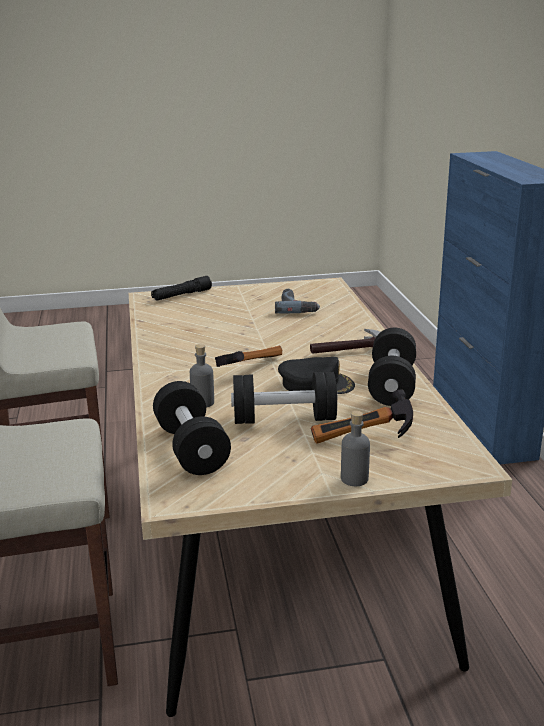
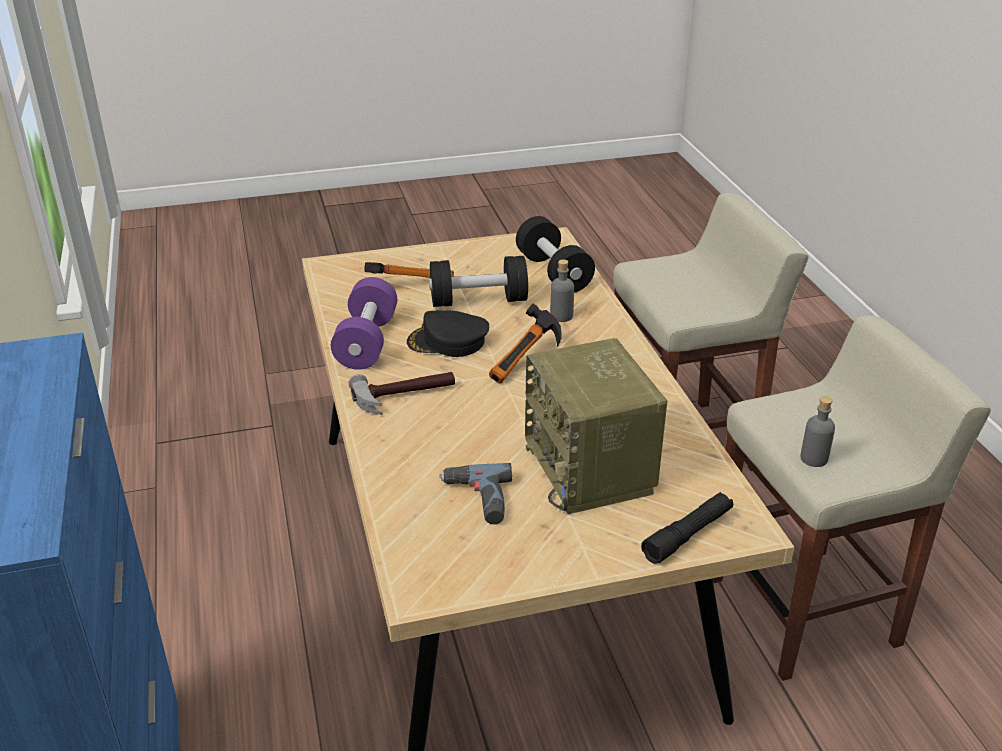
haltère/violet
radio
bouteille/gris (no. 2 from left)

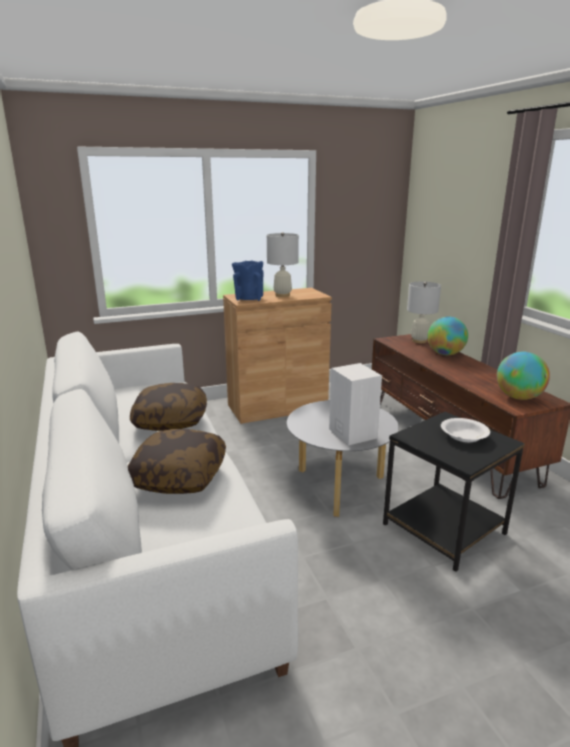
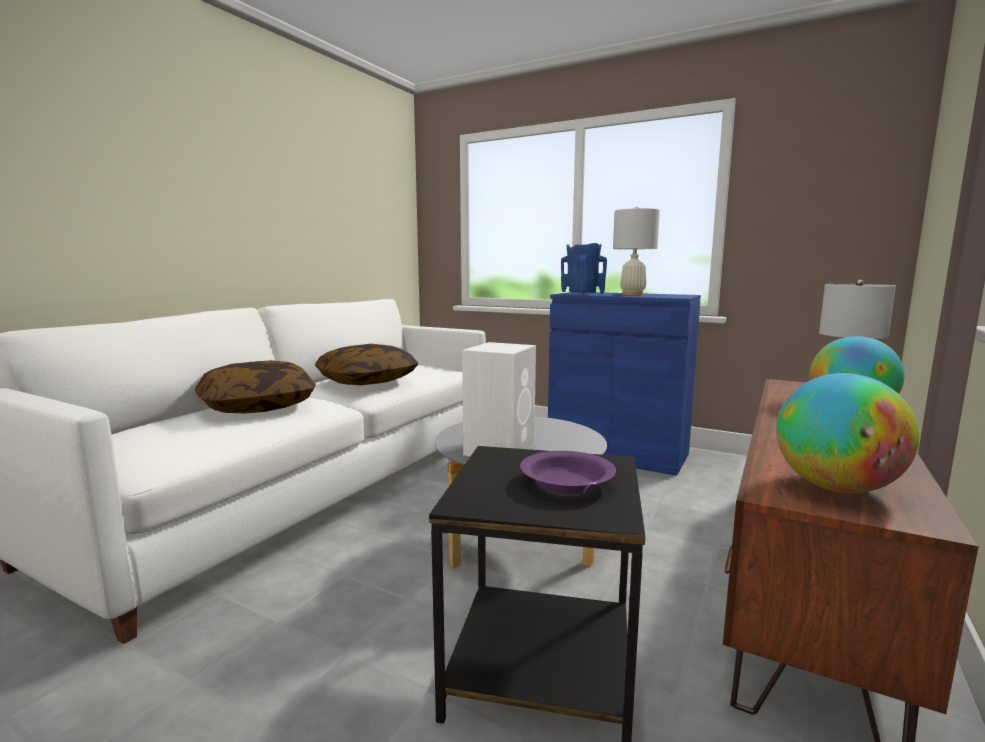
bol/violet
meuble de rangement/bleu

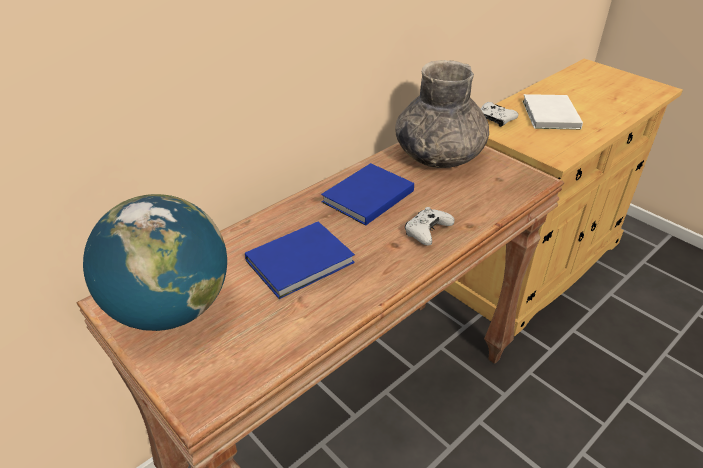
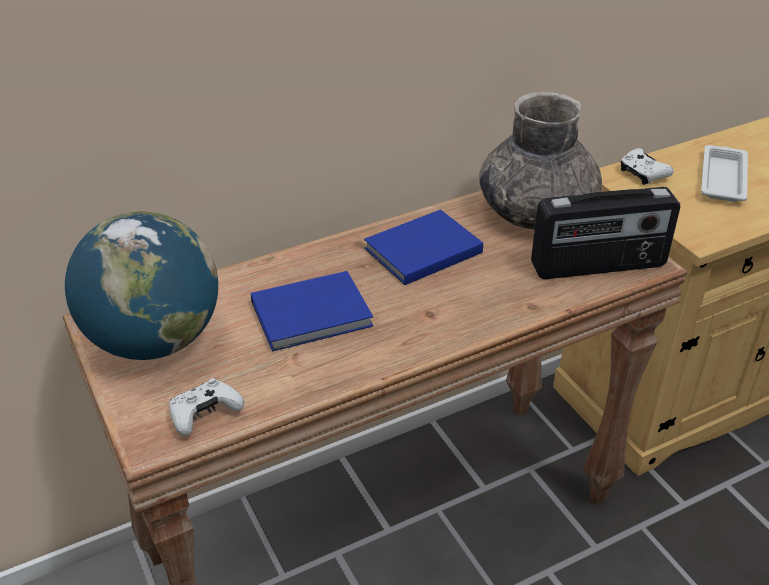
manette/blanc (no. 1 from left)
radio
plateau/blanc

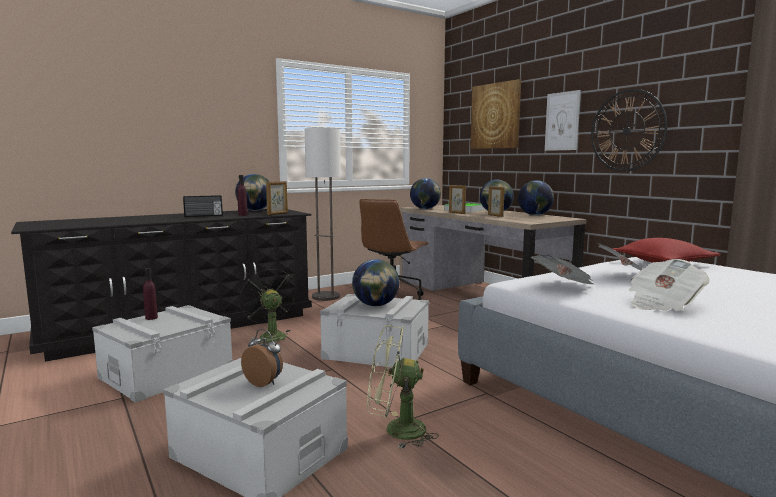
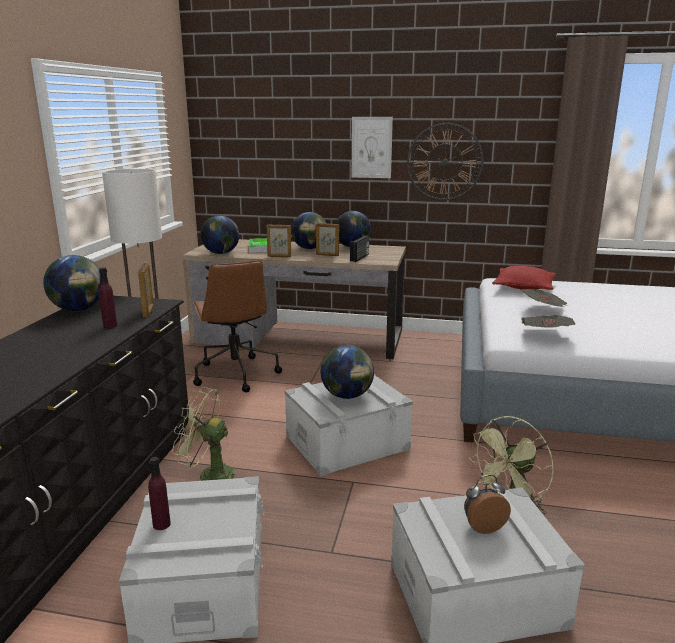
ventilateur/vert (no. 1 from left)
radio
tableau (no. 1 from left in the first image)
journal (no. 3 from left in the first image)

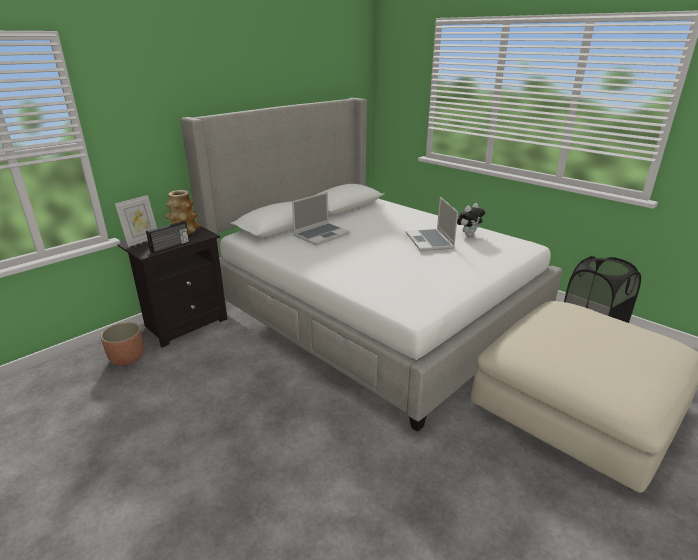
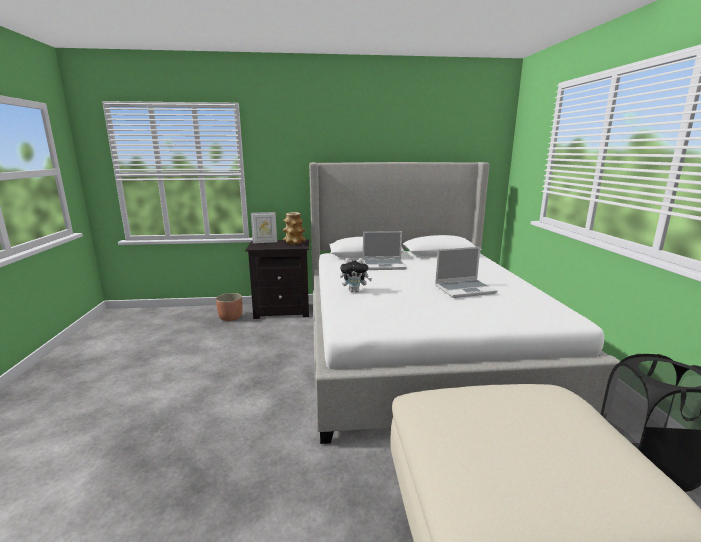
peluche
ordinateur portable (no. 2 from left)
radio

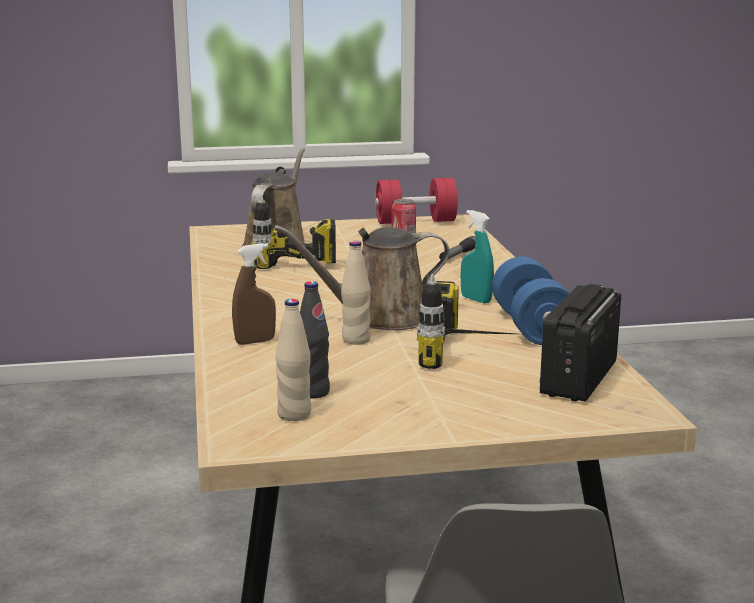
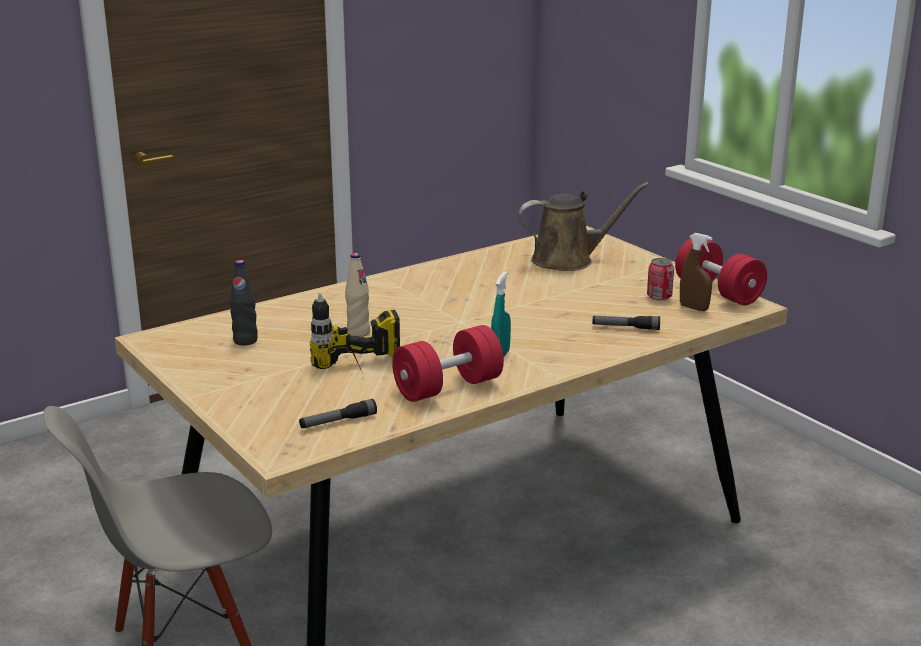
lampe de poche (no. 1 from left)
haltère/rouge (no. 1 from left)
vaporisateur/marron
perceuse (no. 1 from left in the first image)
arrosoir/marron (no. 2 from left in the first image)
bouteille/beige (no. 1 from left in the first image)

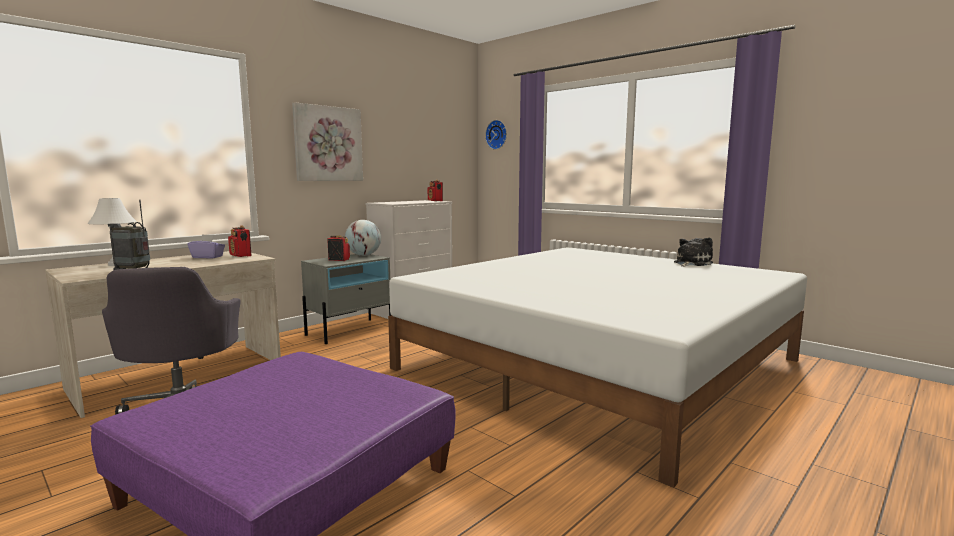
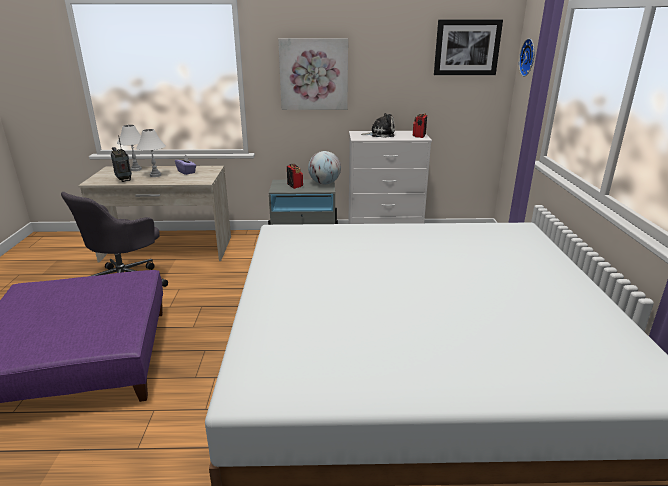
lampe de table/blanc (no. 2 from left)
peluche
tableau (no. 2 from left)
radio (no. 2 from left in the first image)

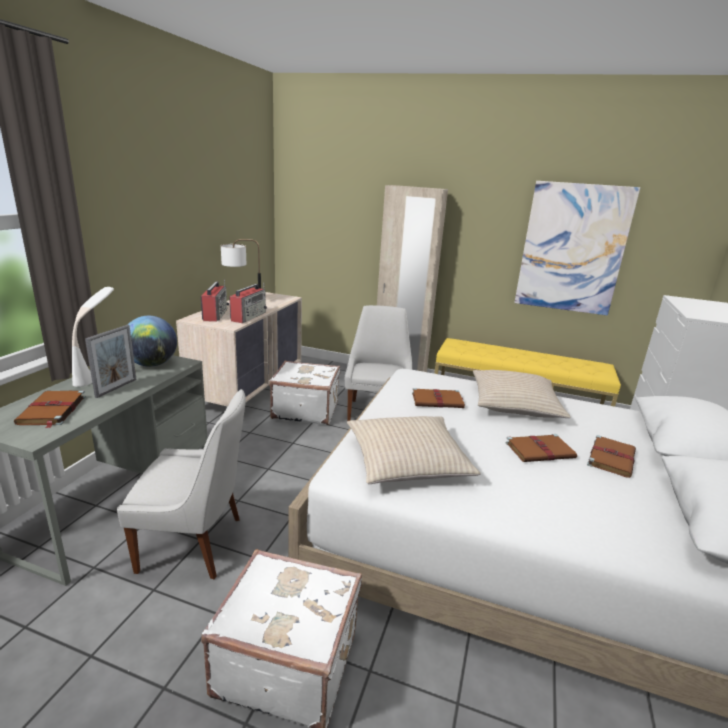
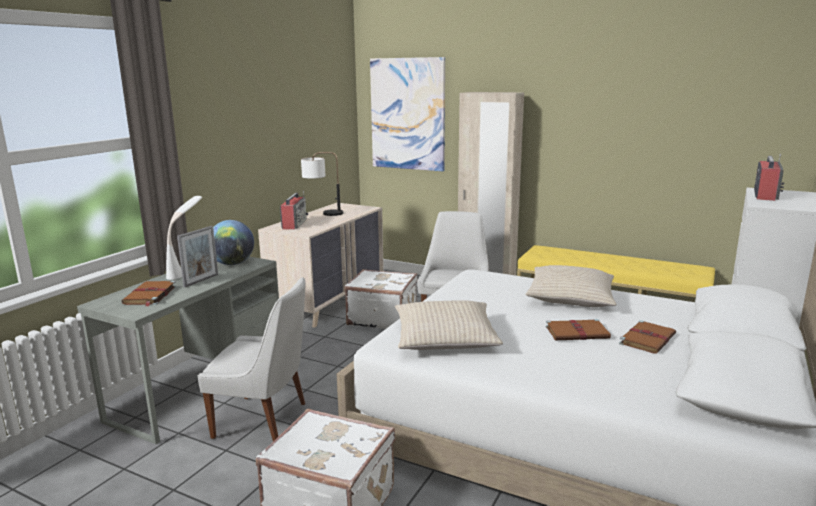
tableau
radio (no. 2 from left)
livre/marron (no. 2 from left in the first image)

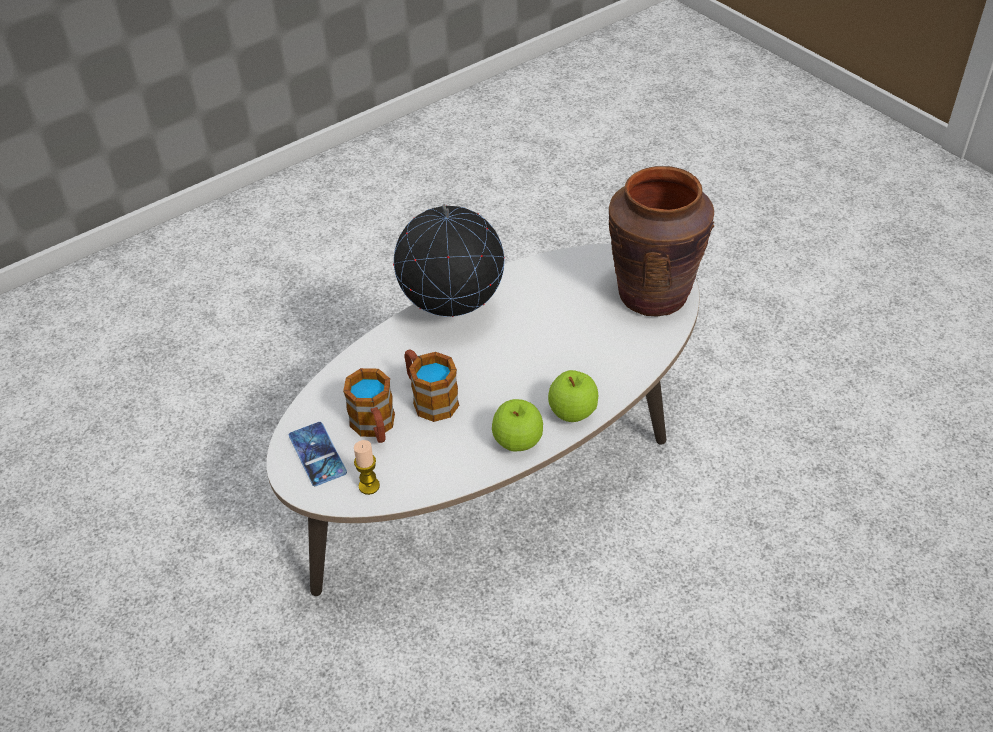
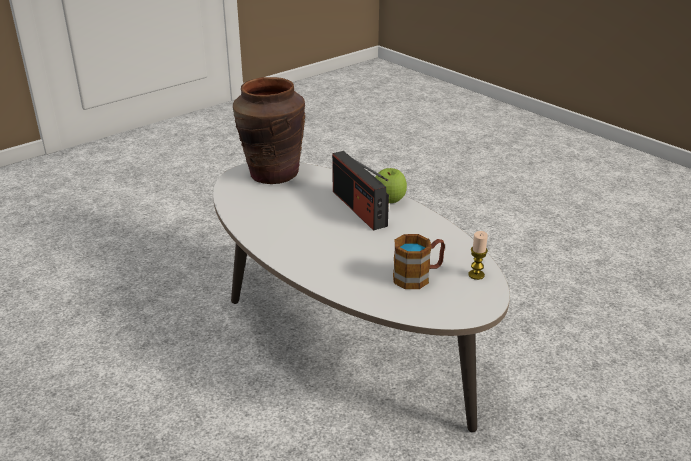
radio
téléphone
globe
mug (no. 2 from left in the first image)
pomme (no. 1 from left in the first image)

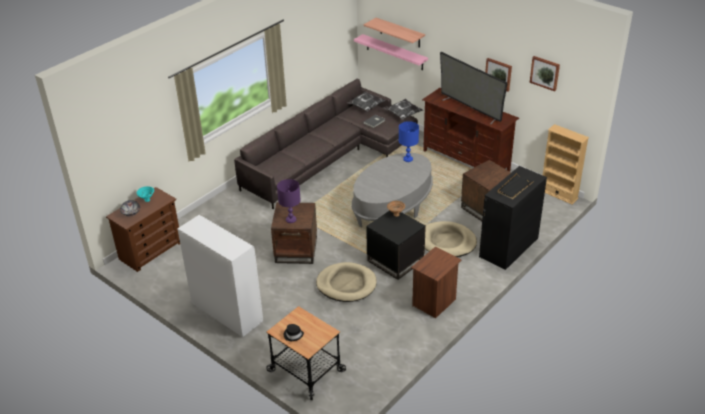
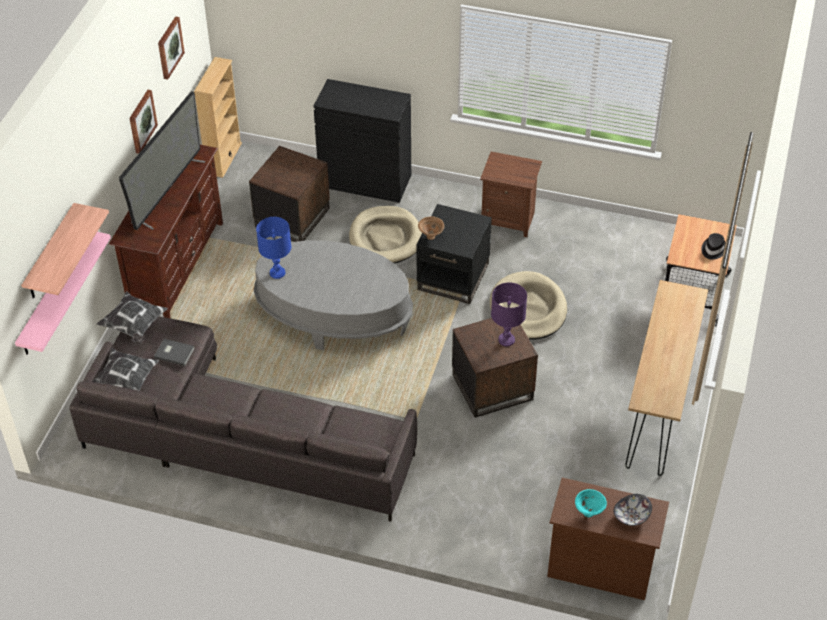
table console/marron
plateau/noir

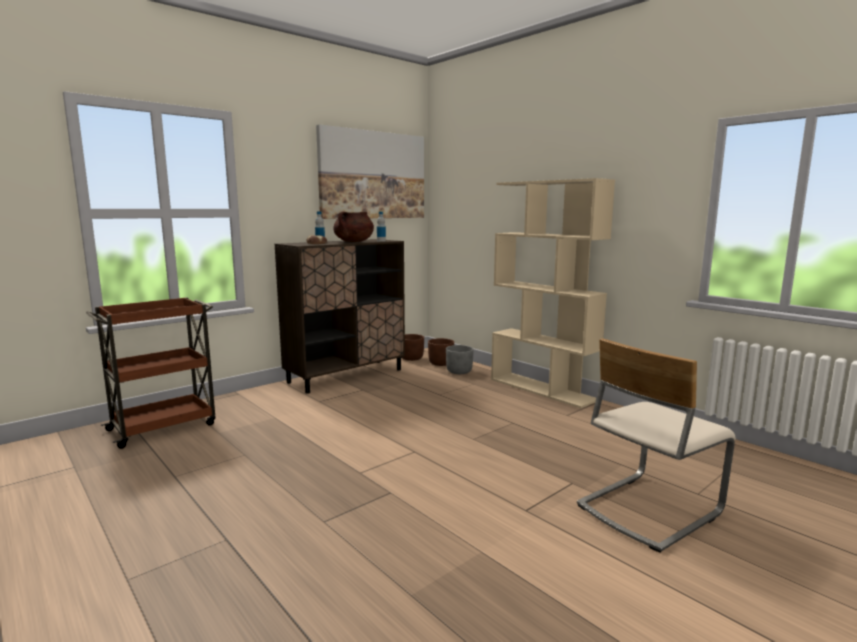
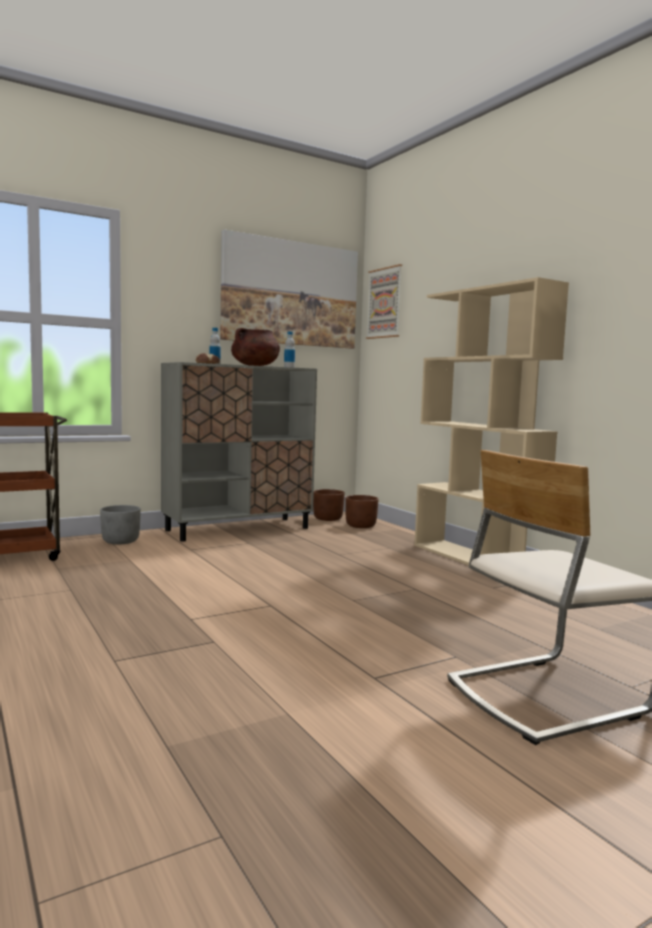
cache-pot/gris
meuble de rangement/gris
tableau (no. 2 from left)

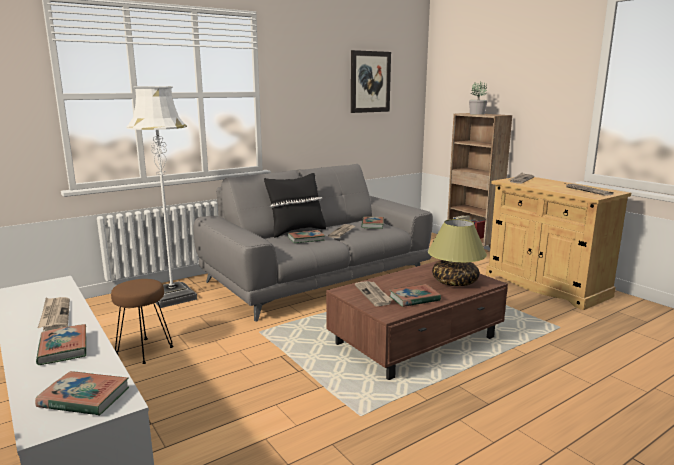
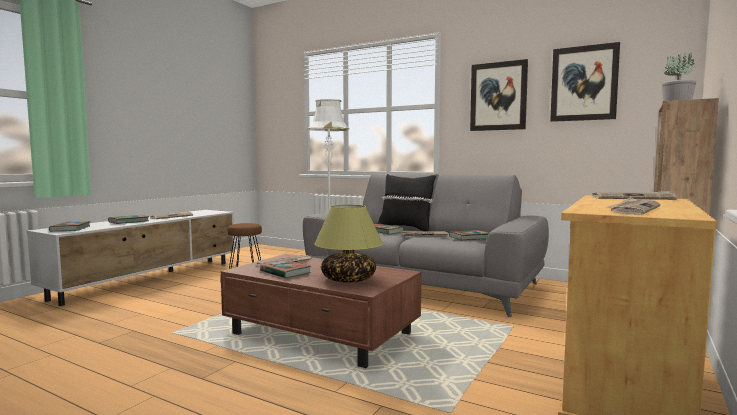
tableau (no. 1 from left)

